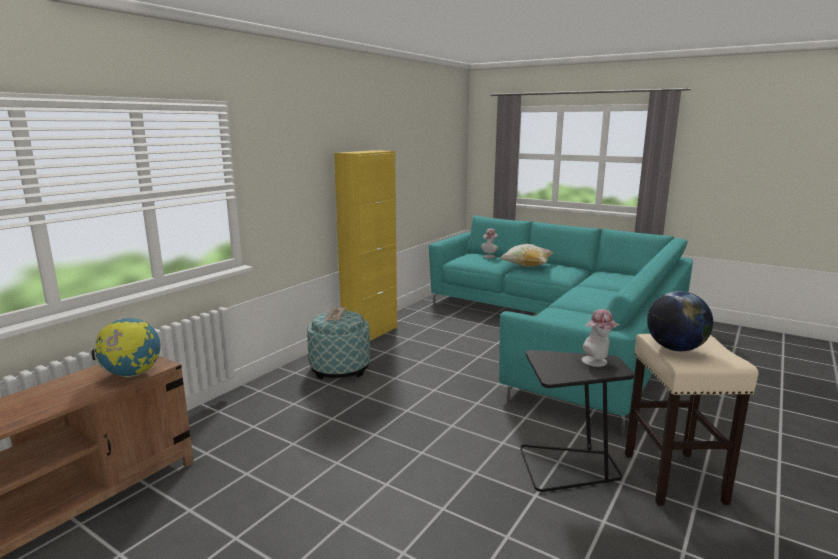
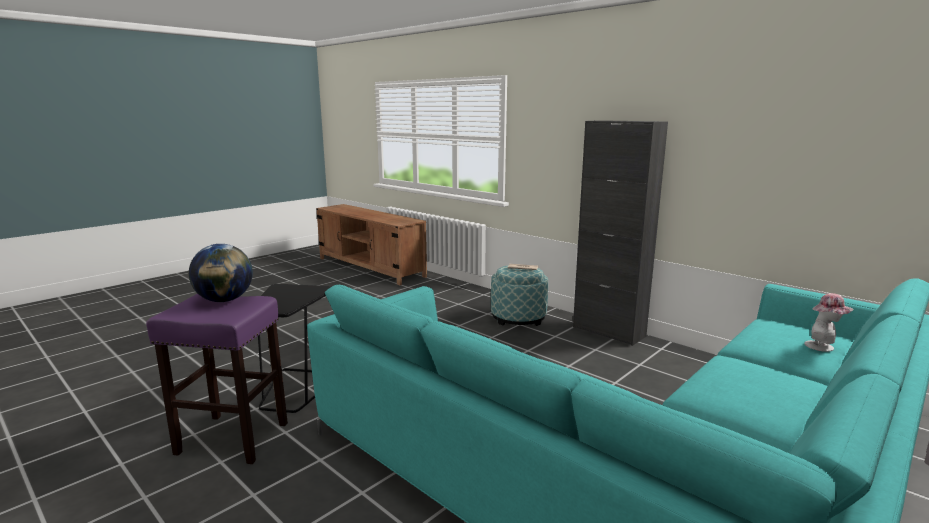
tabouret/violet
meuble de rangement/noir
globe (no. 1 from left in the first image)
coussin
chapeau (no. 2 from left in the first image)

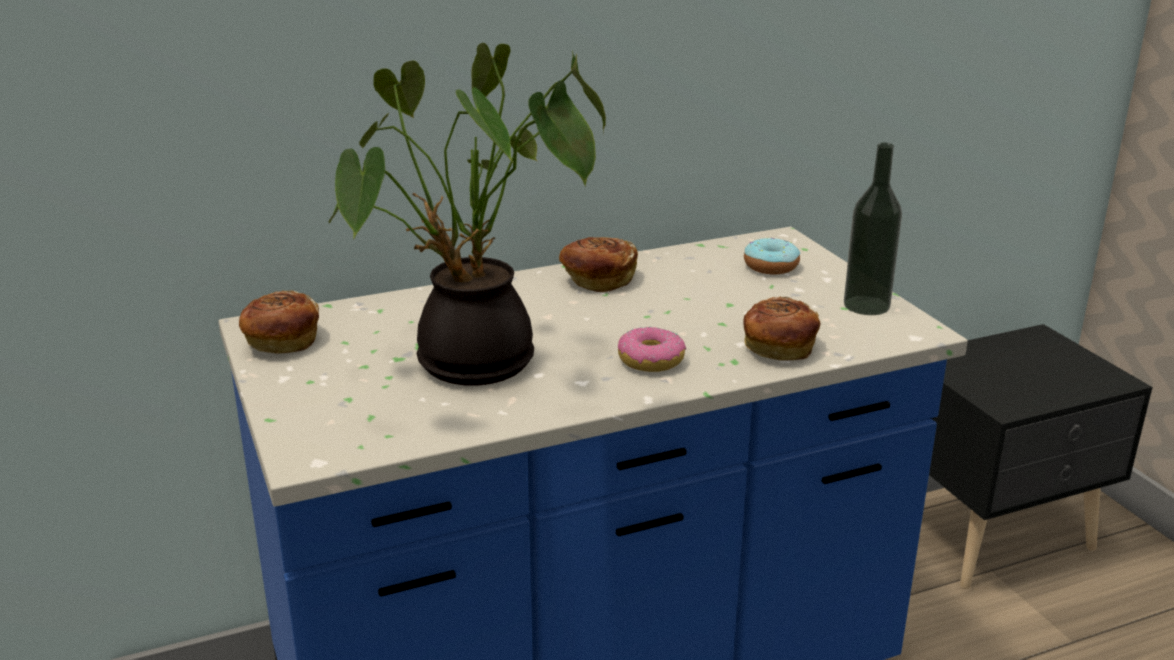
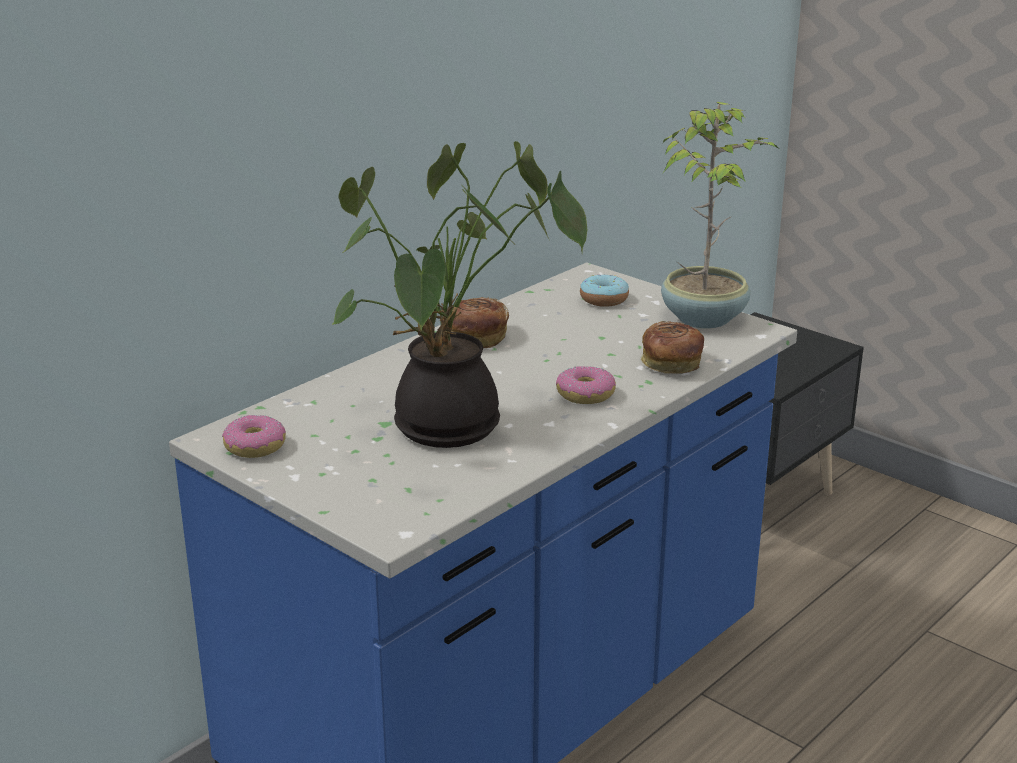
beignet (no. 1 from left)
plante en pot (no. 2 from left)

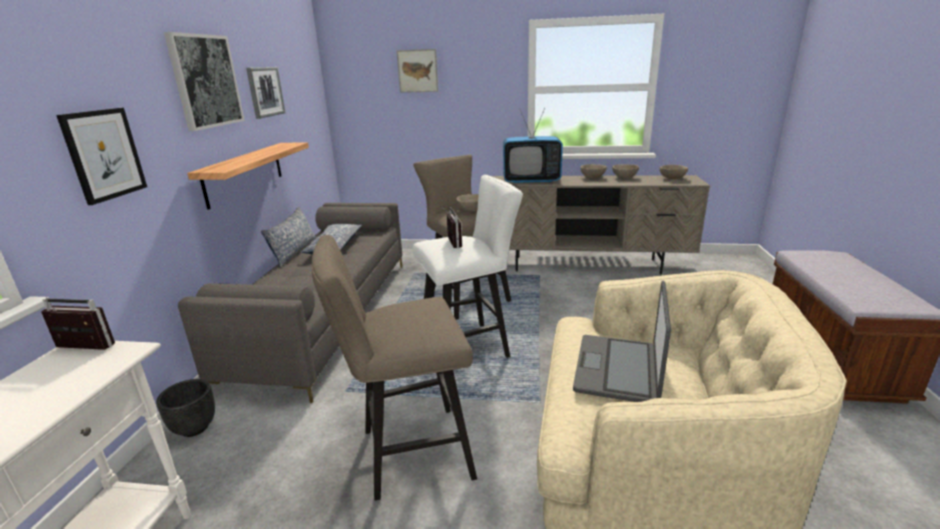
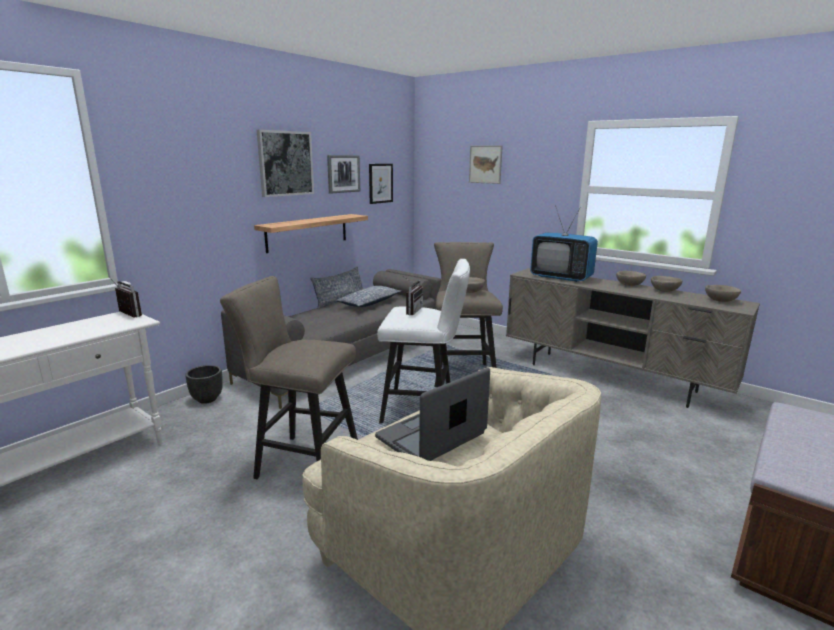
tableau (no. 3 from left)

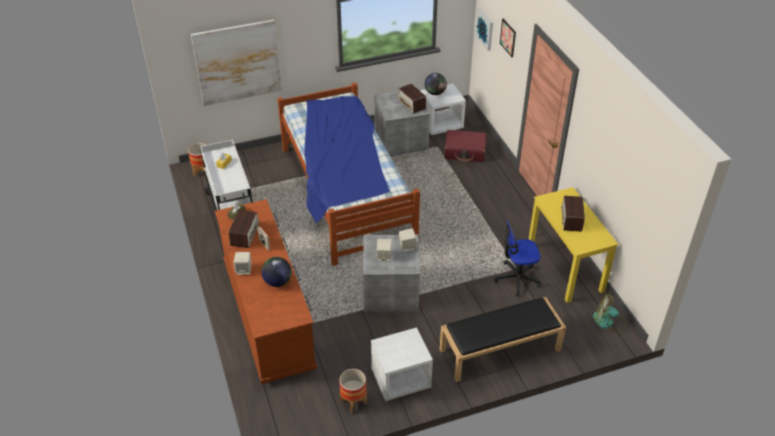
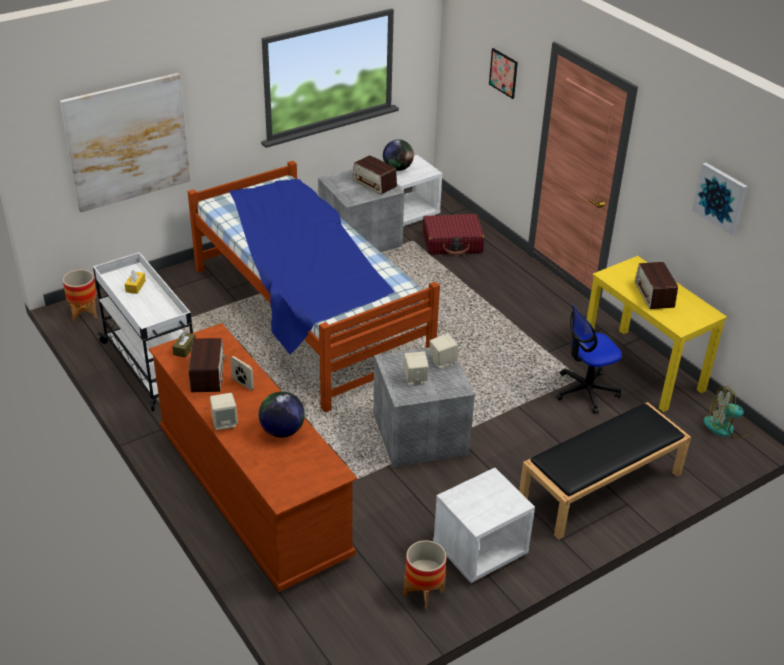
tableau (no. 3 from left)

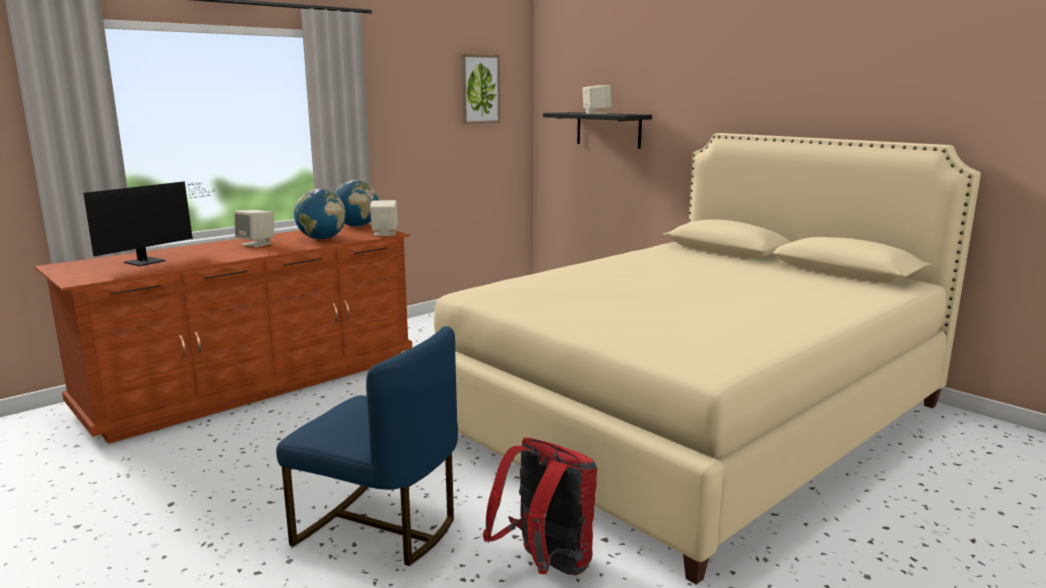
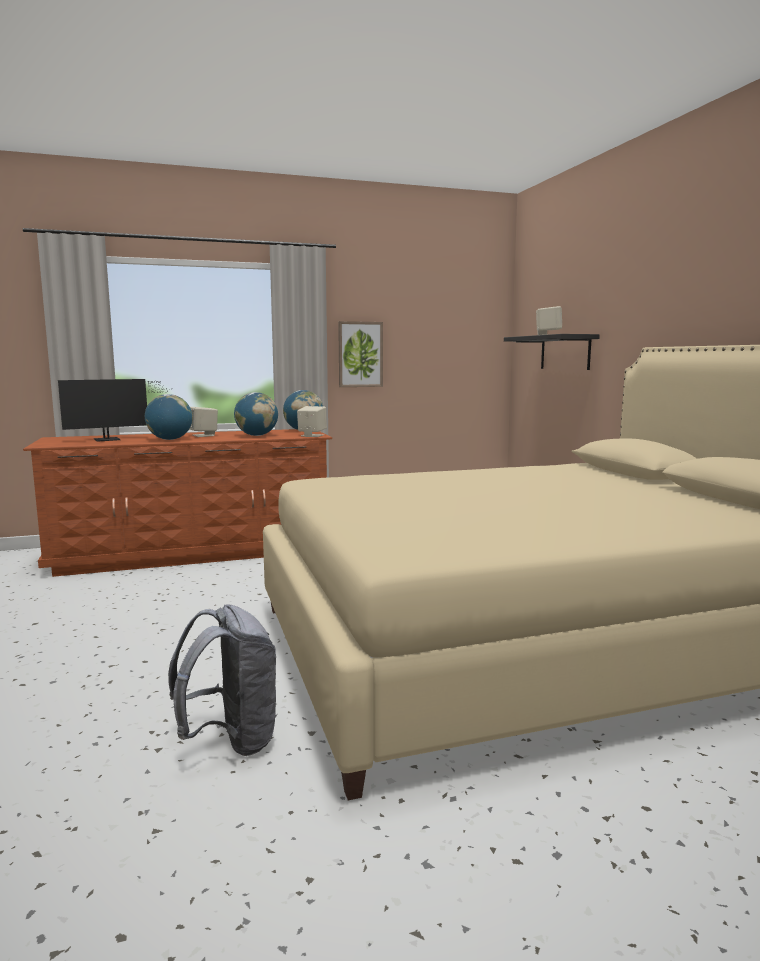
globe (no. 1 from left)
sac à dos/gris
tableau
chaise/bleu

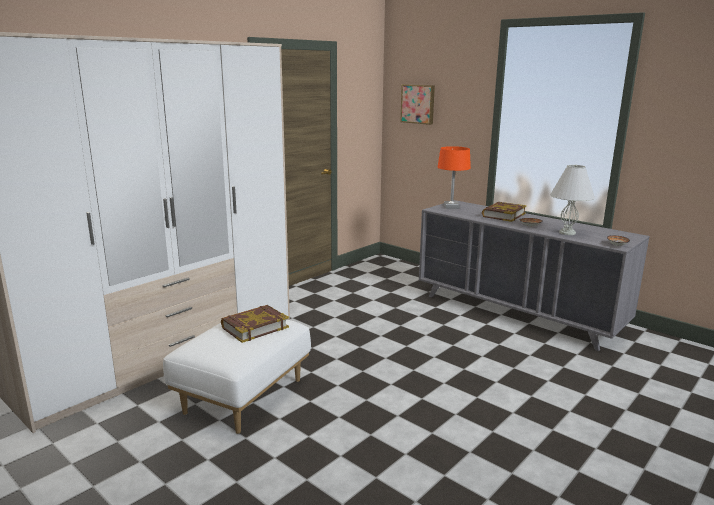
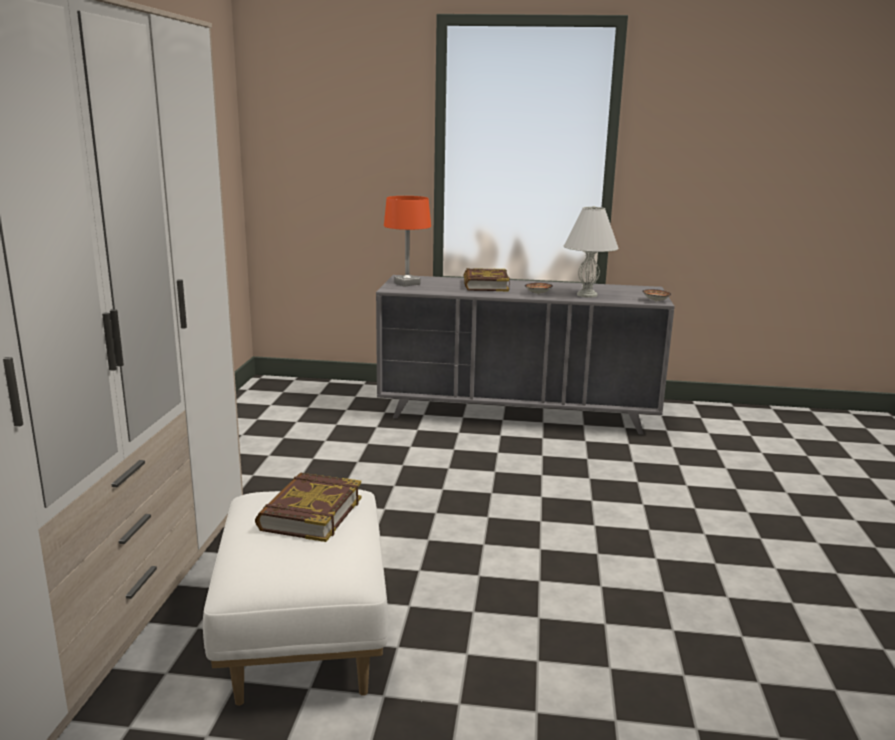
tableau

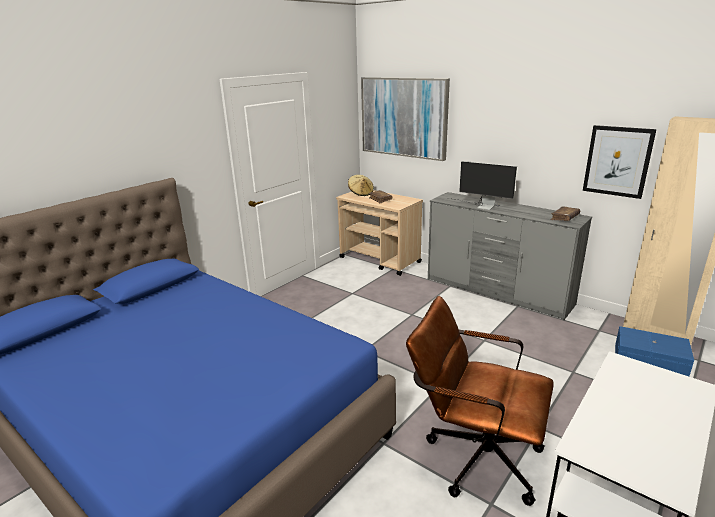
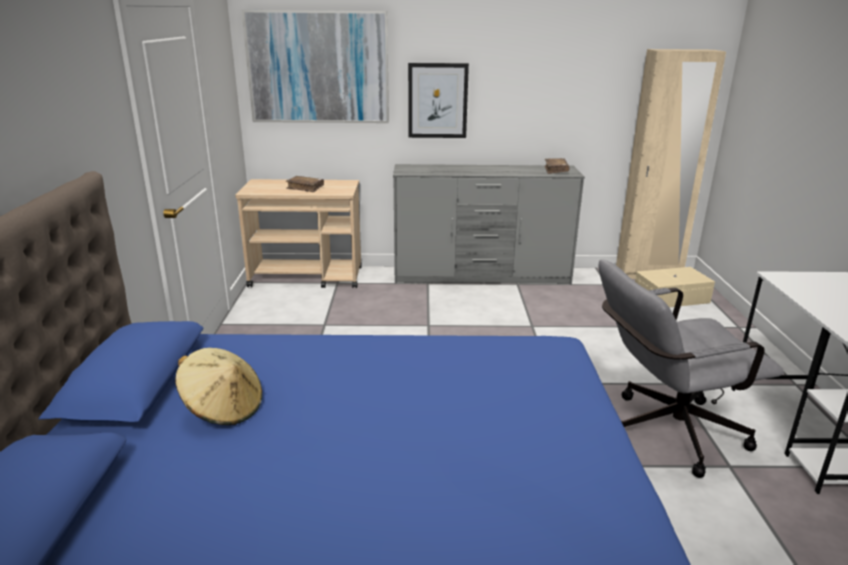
chapeau/beige
tableau (no. 2 from left)
chaise de bureau/gris
boîte de rangement/beige
écran d'ordinateur

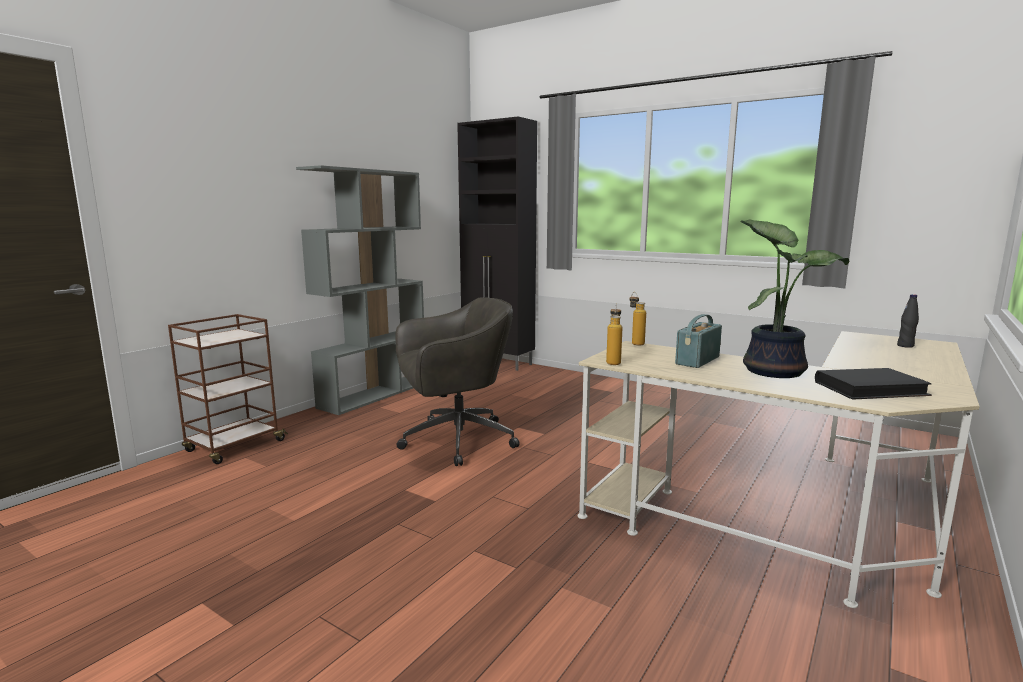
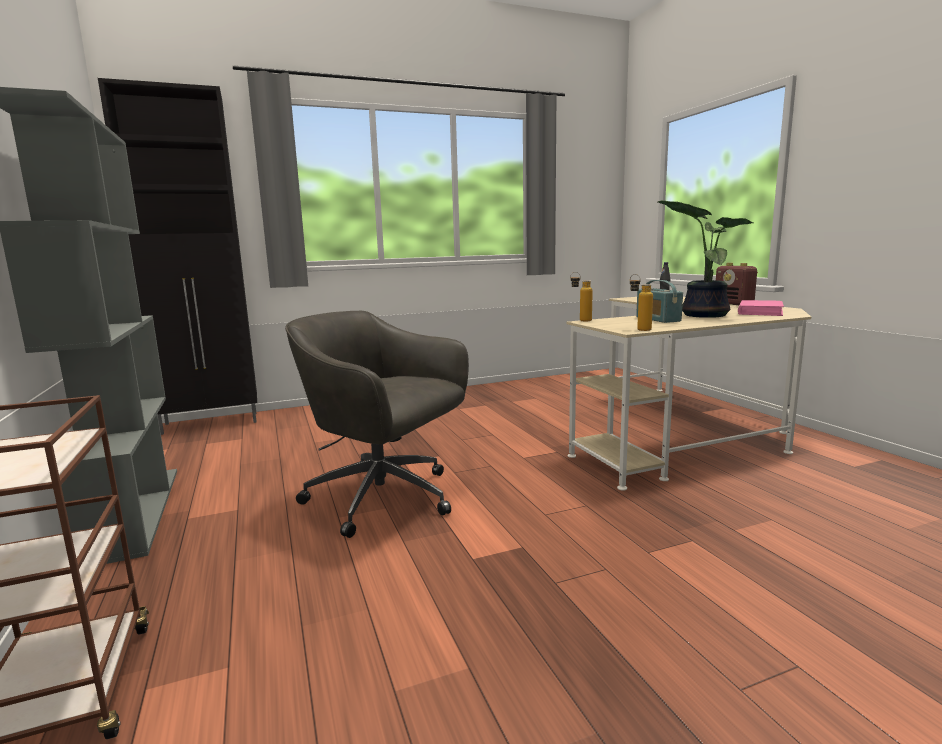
chaise de bureau/gris
radio (no. 2 from left)
livre/rose

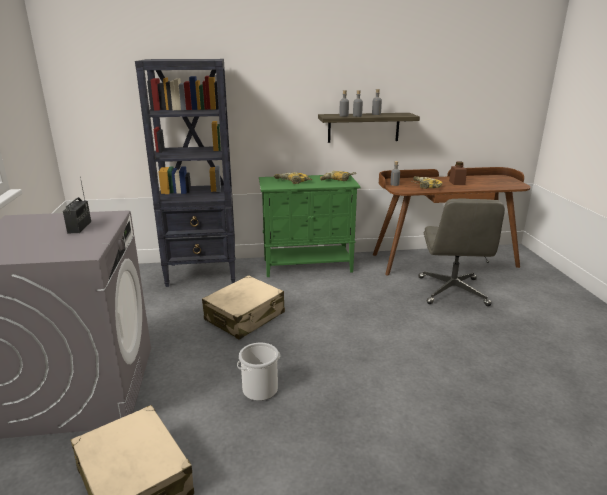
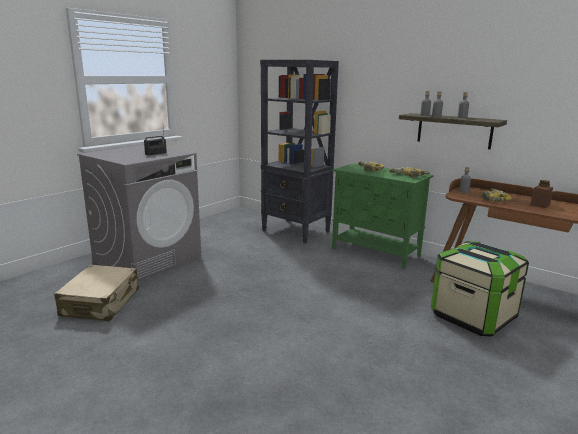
boîte de rangement
valise/beige (no. 2 from left in the first image)
seau

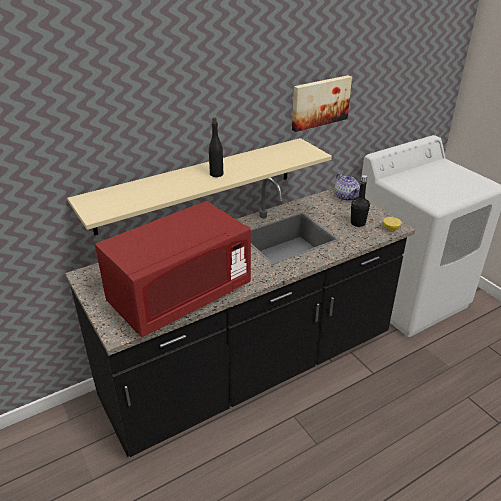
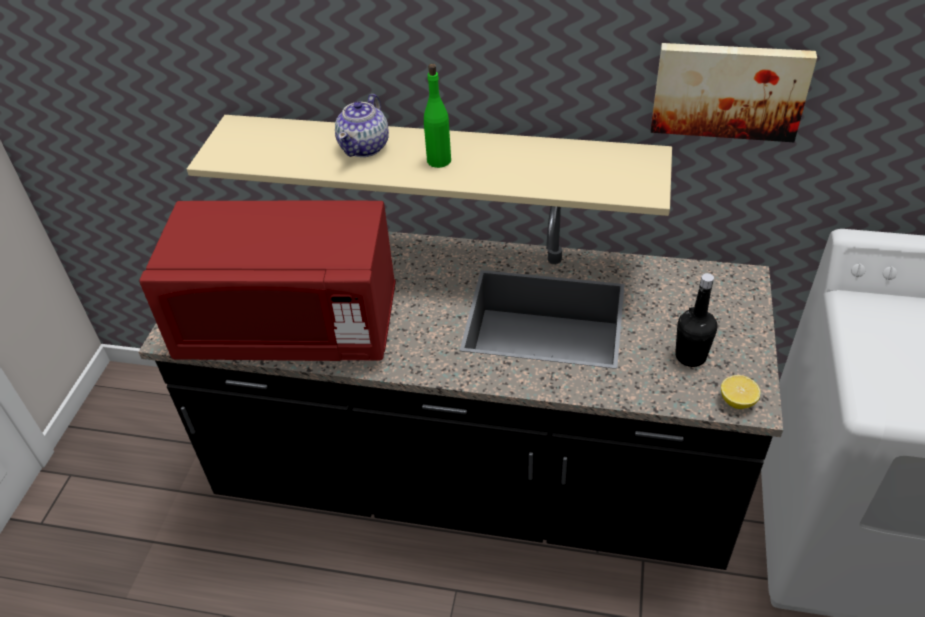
théière
bouteille/vert

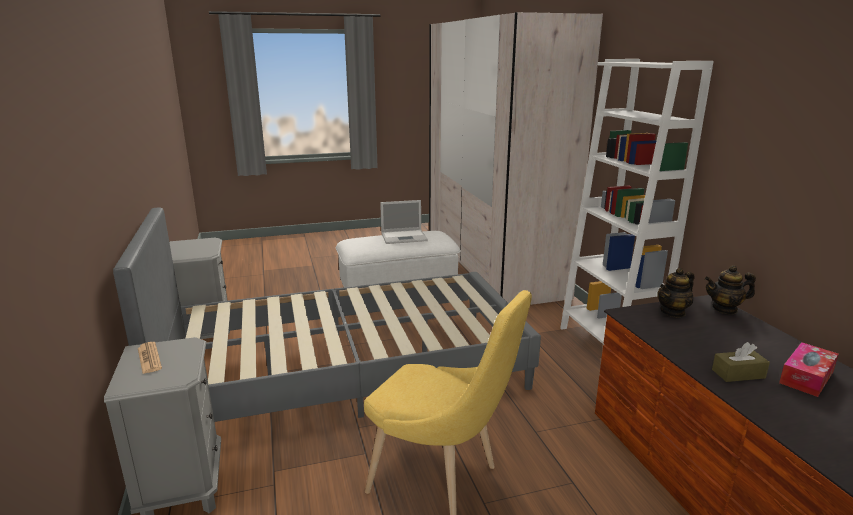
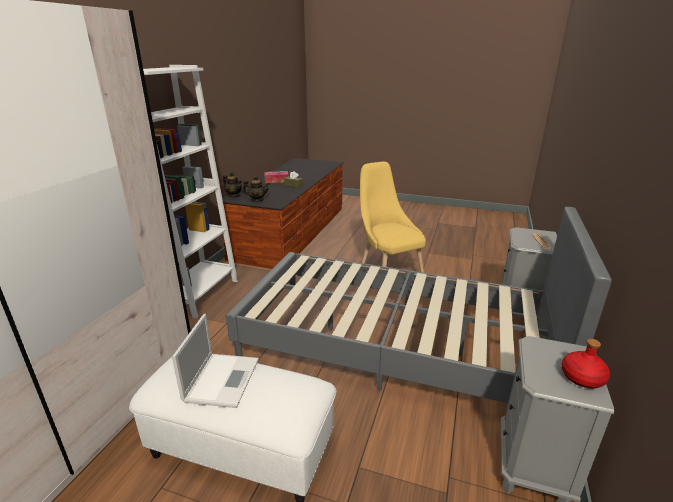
ordinateur portable
bouteille/rouge

